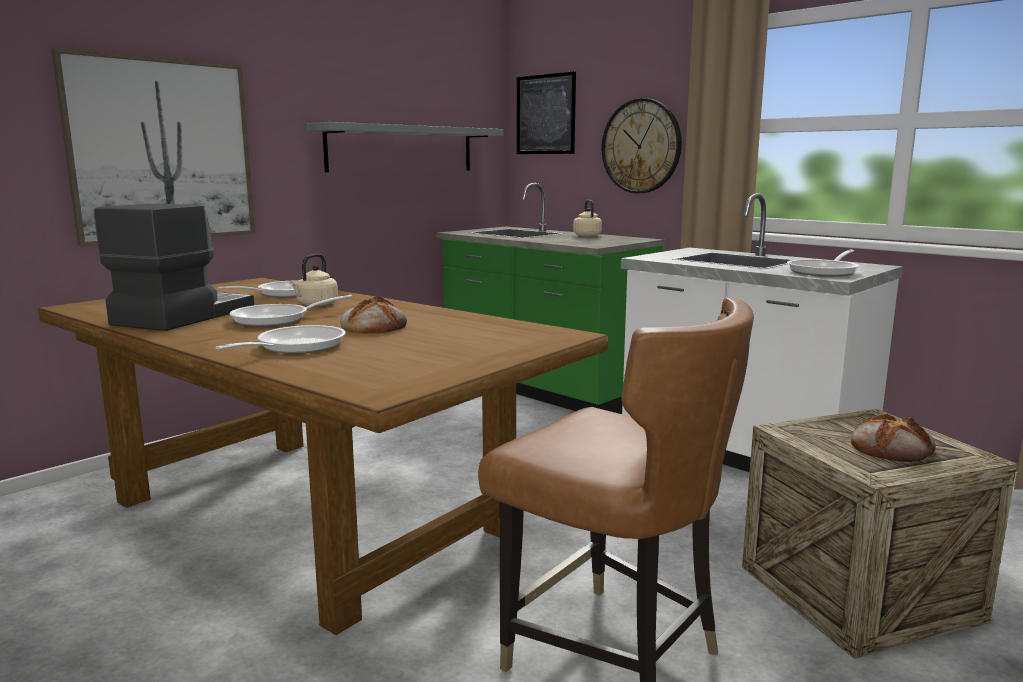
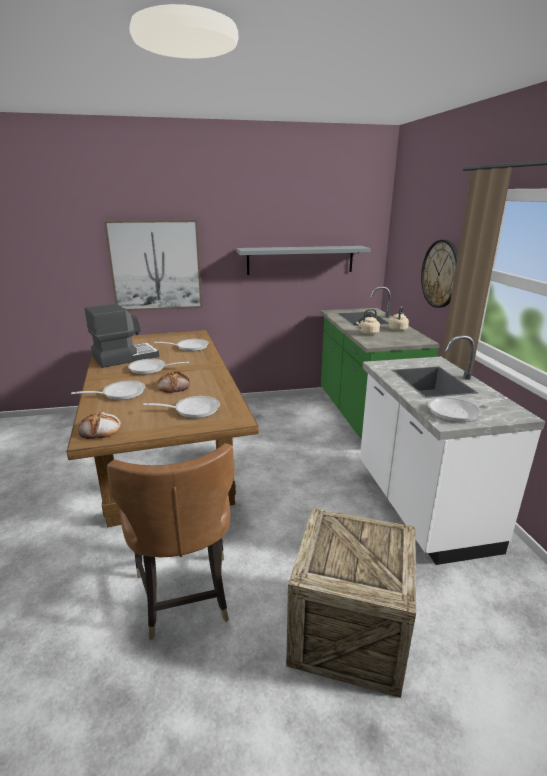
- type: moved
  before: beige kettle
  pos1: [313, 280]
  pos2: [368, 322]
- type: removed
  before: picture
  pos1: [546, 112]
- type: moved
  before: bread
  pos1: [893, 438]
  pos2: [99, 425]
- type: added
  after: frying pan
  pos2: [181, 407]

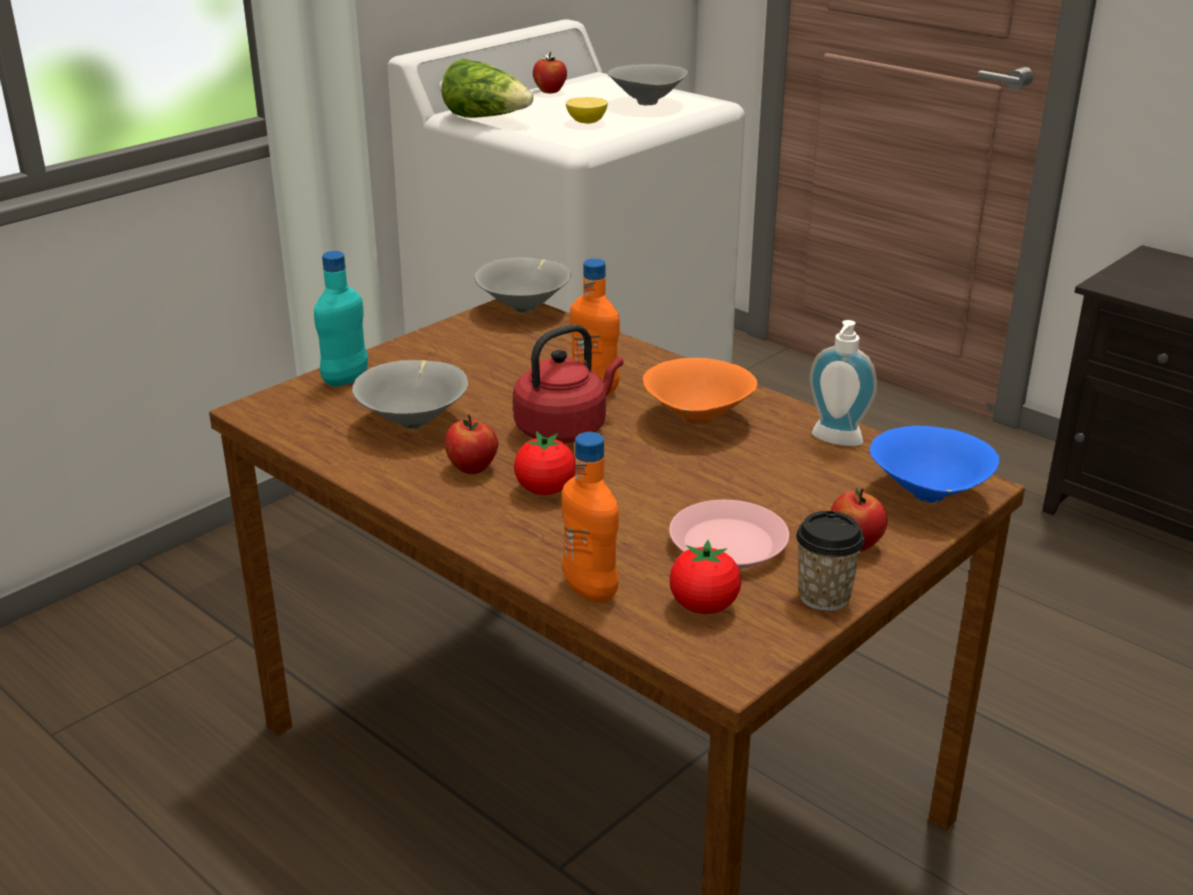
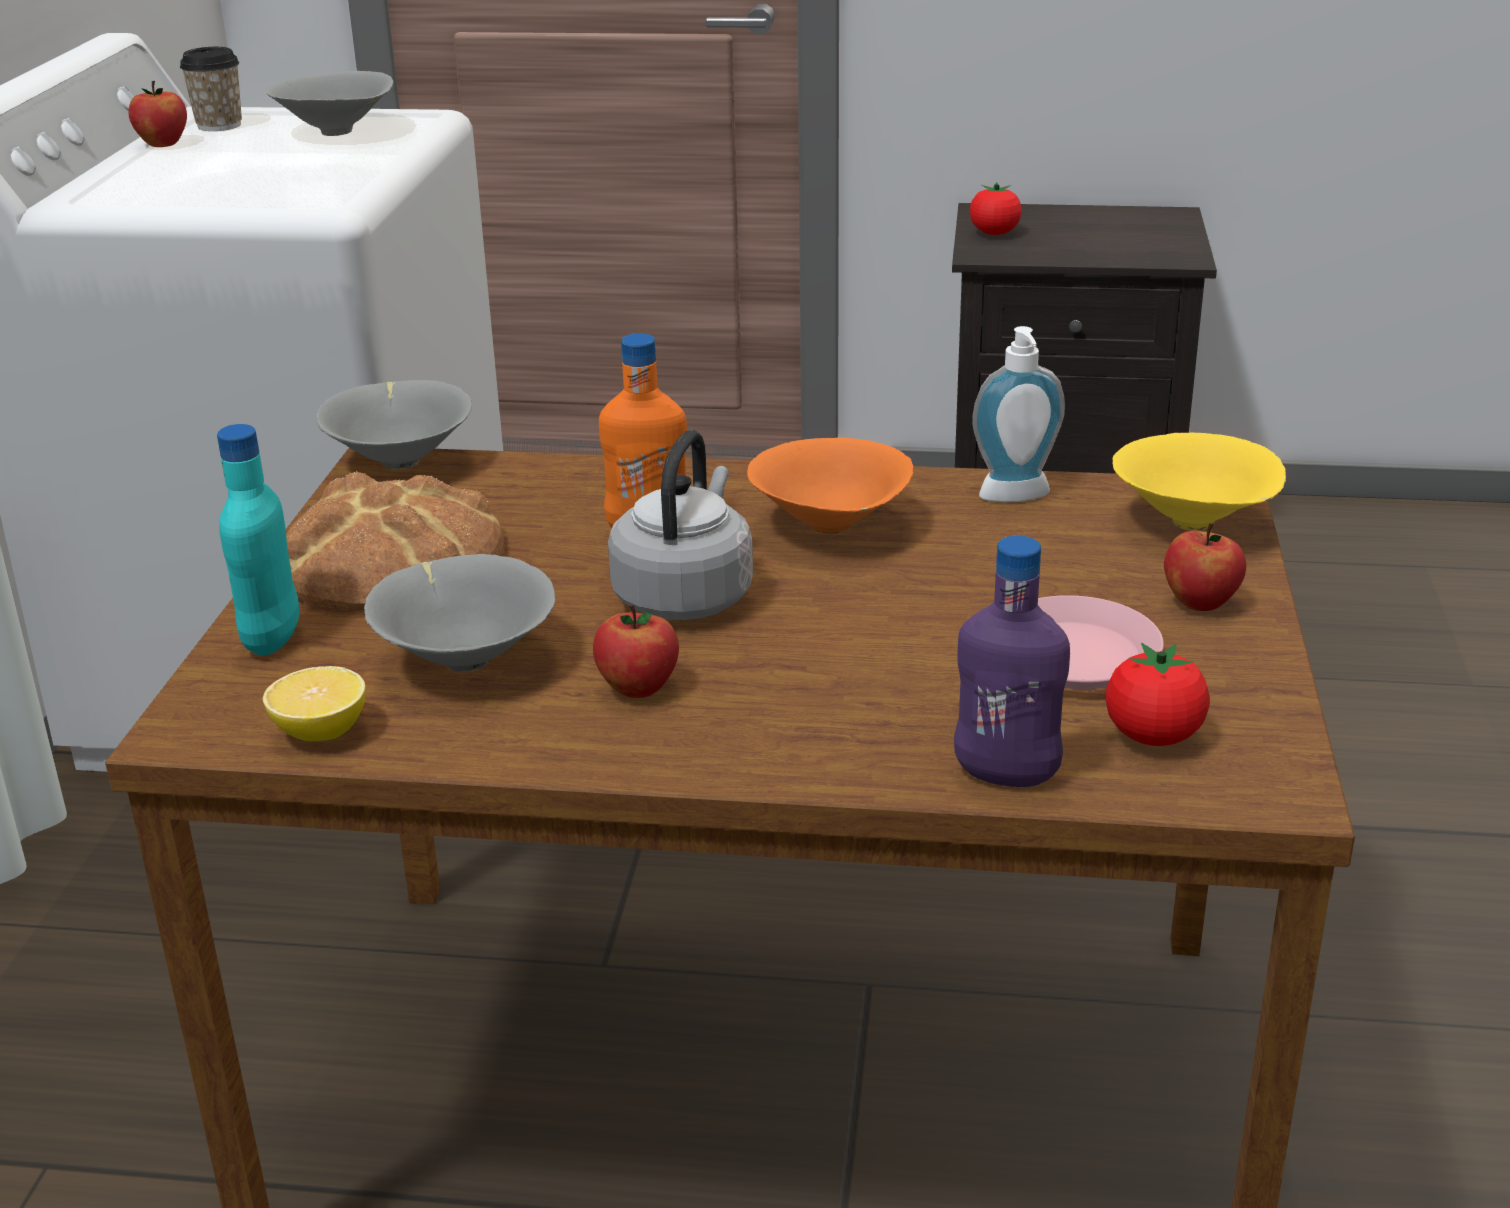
- type: removed
  before: lettuce
  pos1: [487, 88]
- type: recoloured
  before: red kettle
  after: grey kettle
  pos1: [568, 383]
  pos2: [680, 525]
- type: moved
  before: tomato
  pos1: [544, 463]
  pos2: [996, 208]
- type: recoloured
  before: orange bottle
  after: purple bottle
  pos1: [590, 517]
  pos2: [1012, 661]
- type: moved
  before: lemon
  pos1: [587, 110]
  pos2: [314, 703]
- type: moved
  before: cup
  pos1: [830, 561]
  pos2: [211, 89]
- type: recoloured
  before: blue bowl
  after: yellow bowl
  pos1: [934, 464]
  pos2: [1199, 482]
- type: added
  after: bread
  pos2: [395, 540]

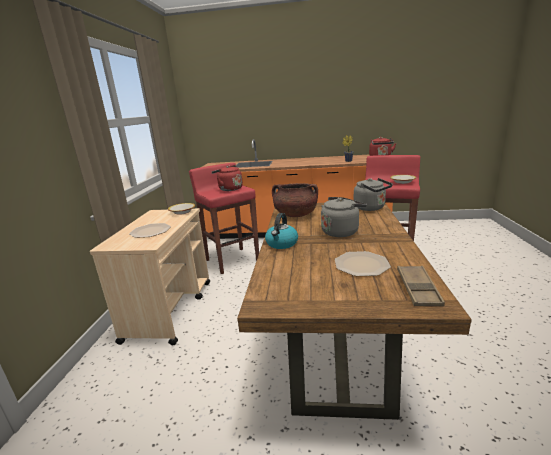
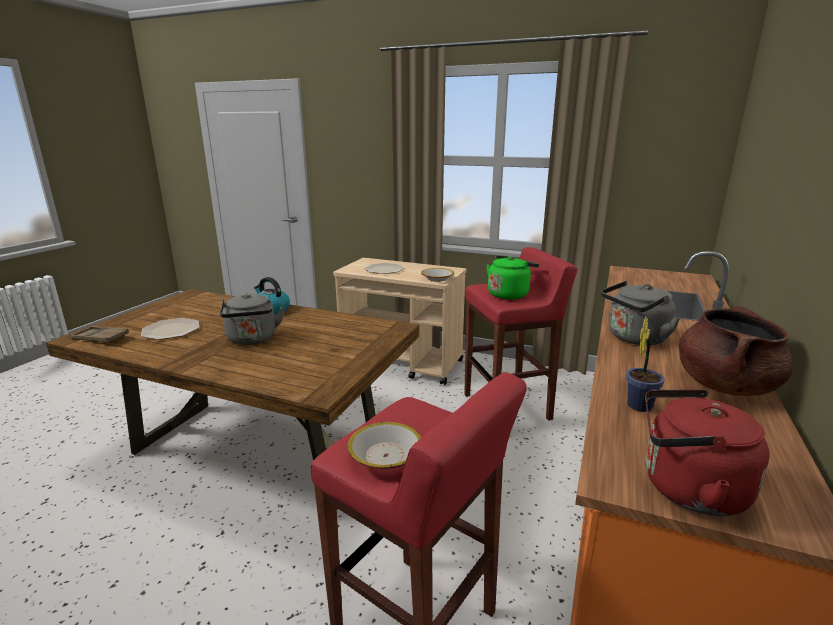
- type: recoloured
  before: red kettle
  after: green kettle
  pos1: [227, 178]
  pos2: [513, 277]
- type: moved
  before: brown cooking pot
  pos1: [295, 200]
  pos2: [736, 351]
- type: moved
  before: grey kettle
  pos1: [373, 194]
  pos2: [640, 313]

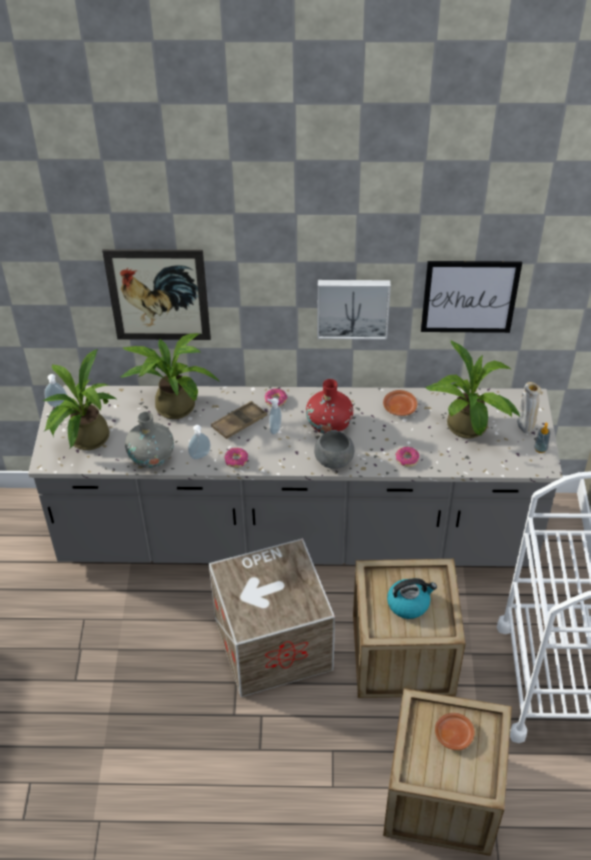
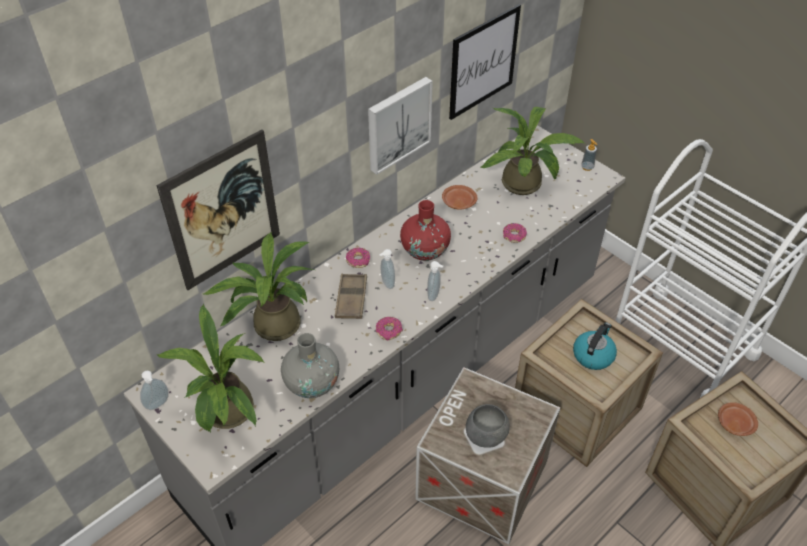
- type: moved
  before: soap dispenser
  pos1: [199, 442]
  pos2: [435, 281]
- type: moved
  before: grey bowl
  pos1: [334, 450]
  pos2: [488, 426]
- type: removed
  before: beige vase
  pos1: [529, 408]

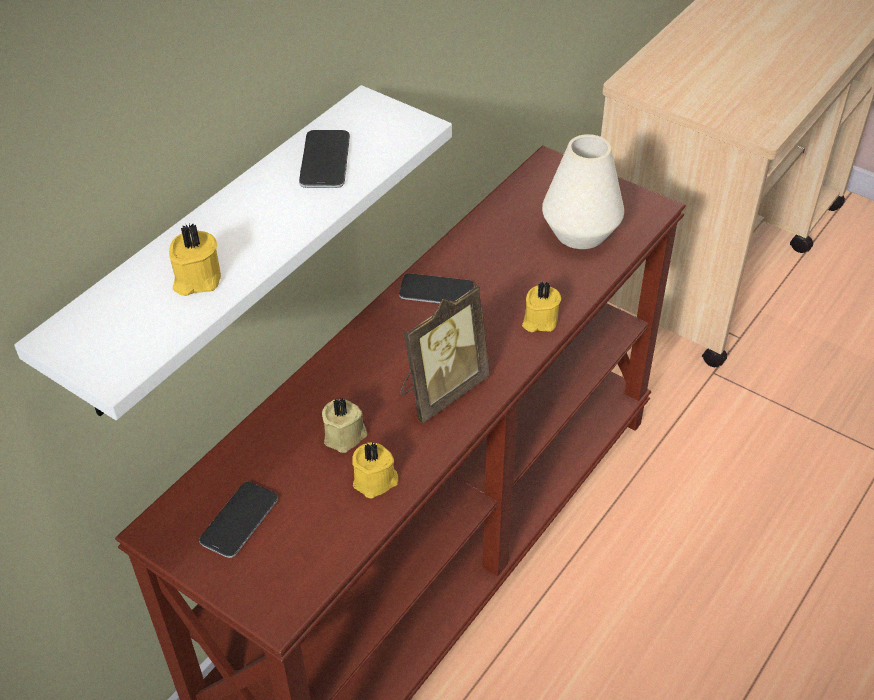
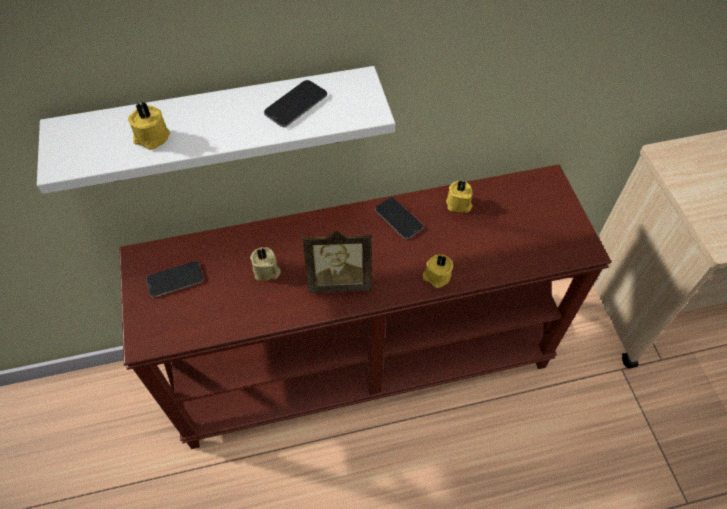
- type: moved
  before: yellow candle
  pos1: [375, 470]
  pos2: [459, 196]
- type: removed
  before: white vase
  pos1: [583, 191]

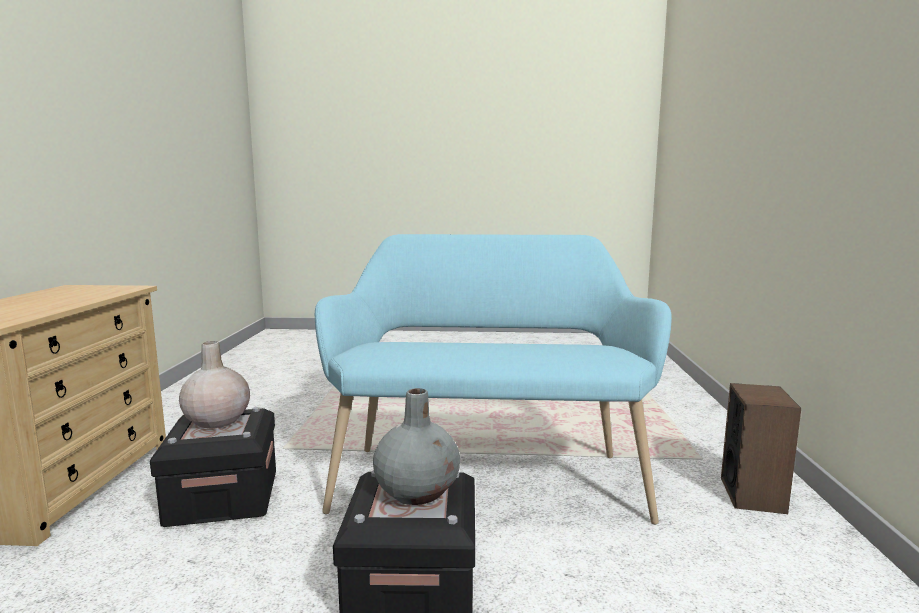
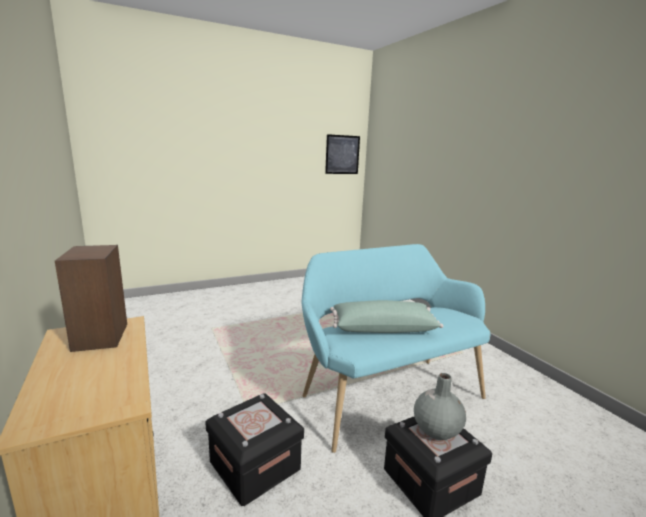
- type: removed
  before: beige vase
  pos1: [214, 385]
- type: moved
  before: speaker
  pos1: [761, 448]
  pos2: [91, 298]
- type: added
  after: picture
  pos2: [342, 154]
- type: added
  after: green pillow
  pos2: [386, 316]

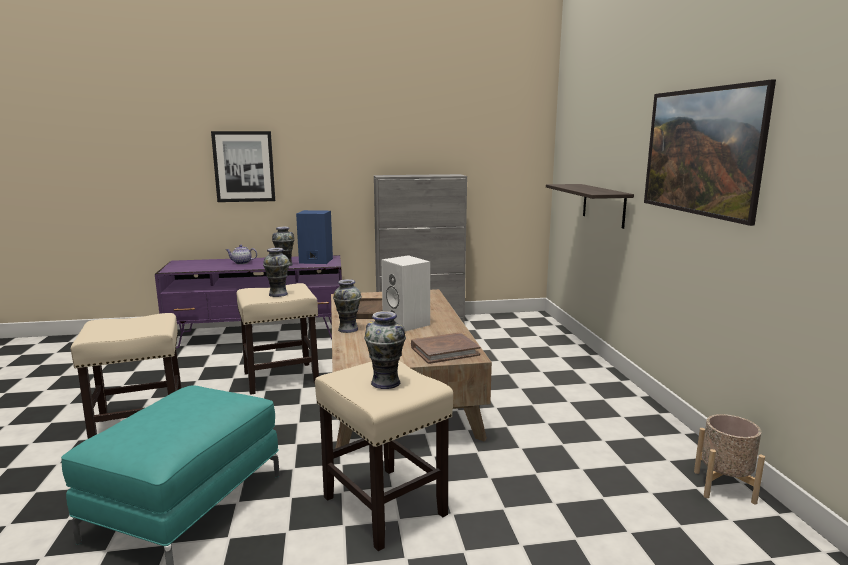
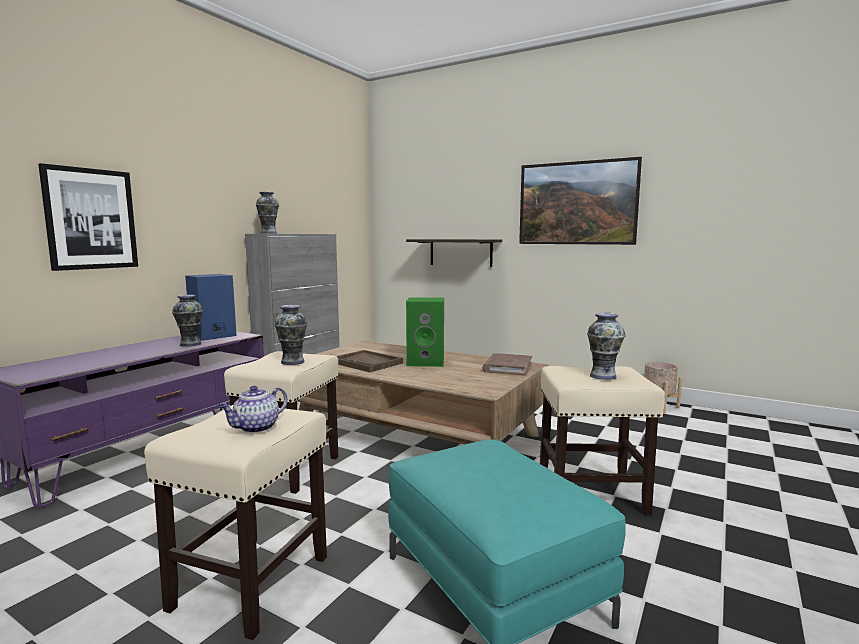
- type: moved
  before: teapot
  pos1: [241, 254]
  pos2: [253, 409]
- type: moved
  before: vase
  pos1: [347, 306]
  pos2: [267, 213]
- type: recoloured
  before: white speaker
  after: green speaker
  pos1: [405, 293]
  pos2: [425, 332]

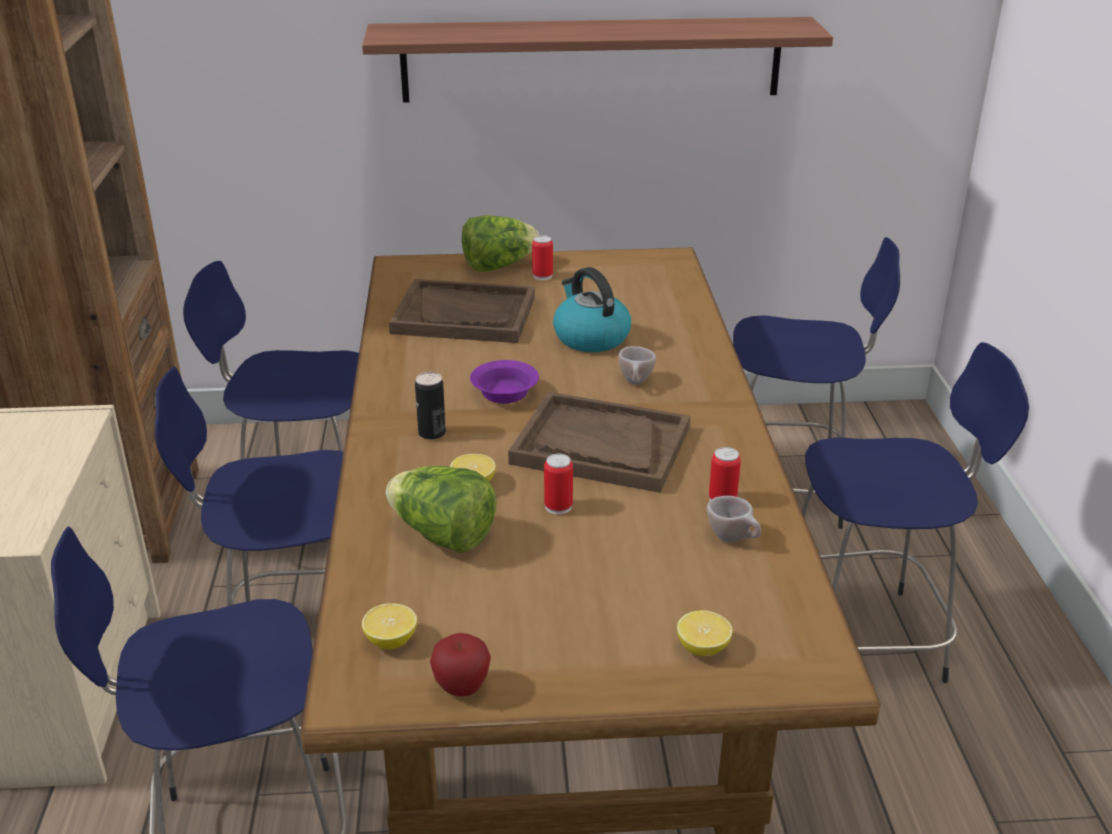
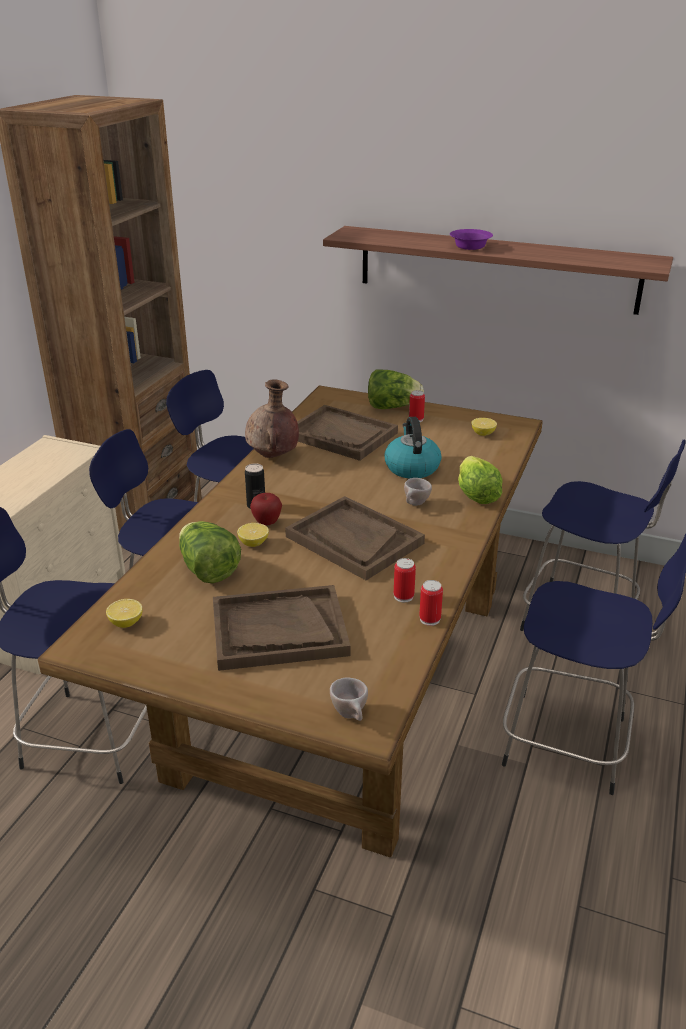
- type: moved
  before: apple
  pos1: [460, 664]
  pos2: [266, 509]
- type: moved
  before: purple bowl
  pos1: [504, 382]
  pos2: [471, 239]
- type: moved
  before: can
  pos1: [558, 484]
  pos2: [431, 603]
- type: moved
  before: lemon
  pos1: [705, 633]
  pos2: [484, 427]
- type: moved
  before: beige cup
  pos1: [733, 519]
  pos2: [349, 699]
- type: added
  after: brown tray
  pos2: [282, 628]
- type: added
  after: brown vase
  pos2: [272, 418]
- type: added
  after: lettuce
  pos2: [480, 480]

